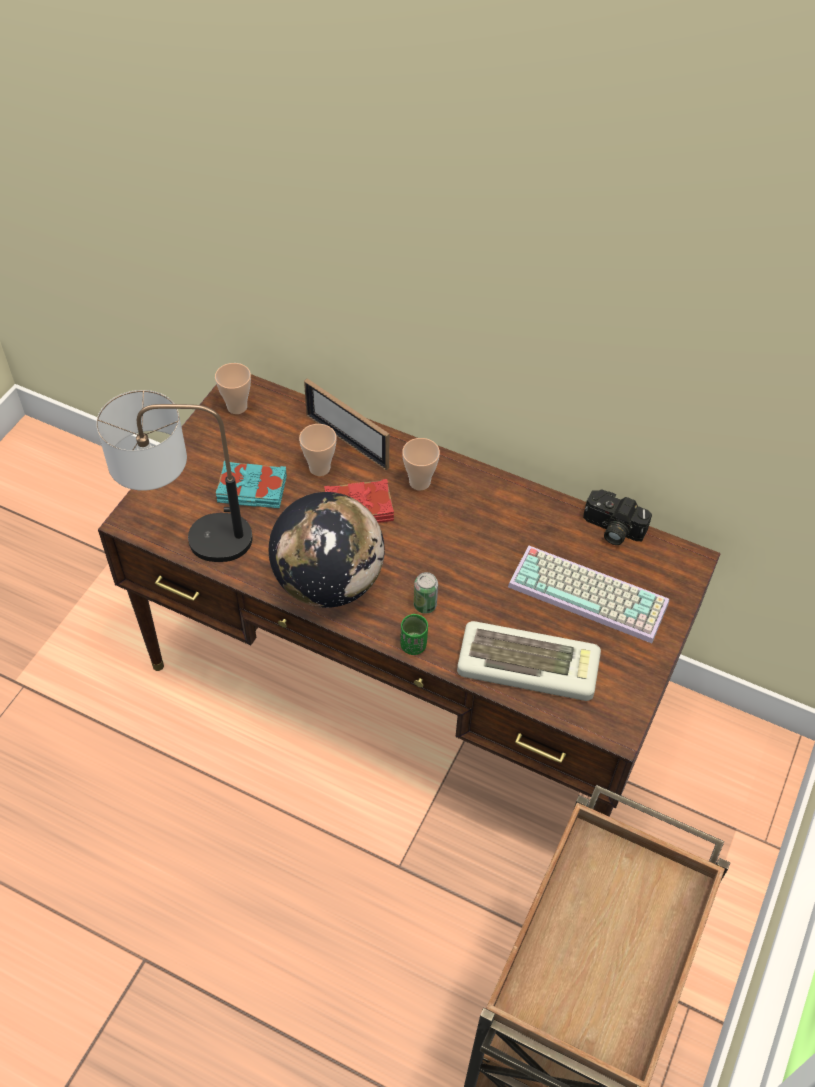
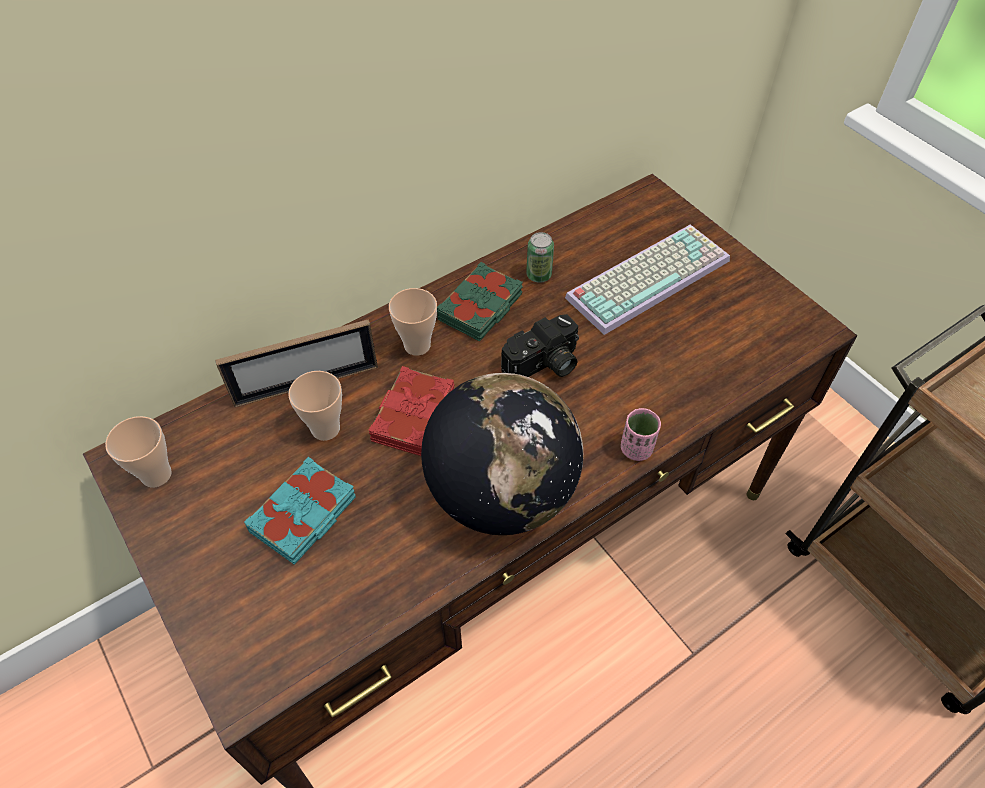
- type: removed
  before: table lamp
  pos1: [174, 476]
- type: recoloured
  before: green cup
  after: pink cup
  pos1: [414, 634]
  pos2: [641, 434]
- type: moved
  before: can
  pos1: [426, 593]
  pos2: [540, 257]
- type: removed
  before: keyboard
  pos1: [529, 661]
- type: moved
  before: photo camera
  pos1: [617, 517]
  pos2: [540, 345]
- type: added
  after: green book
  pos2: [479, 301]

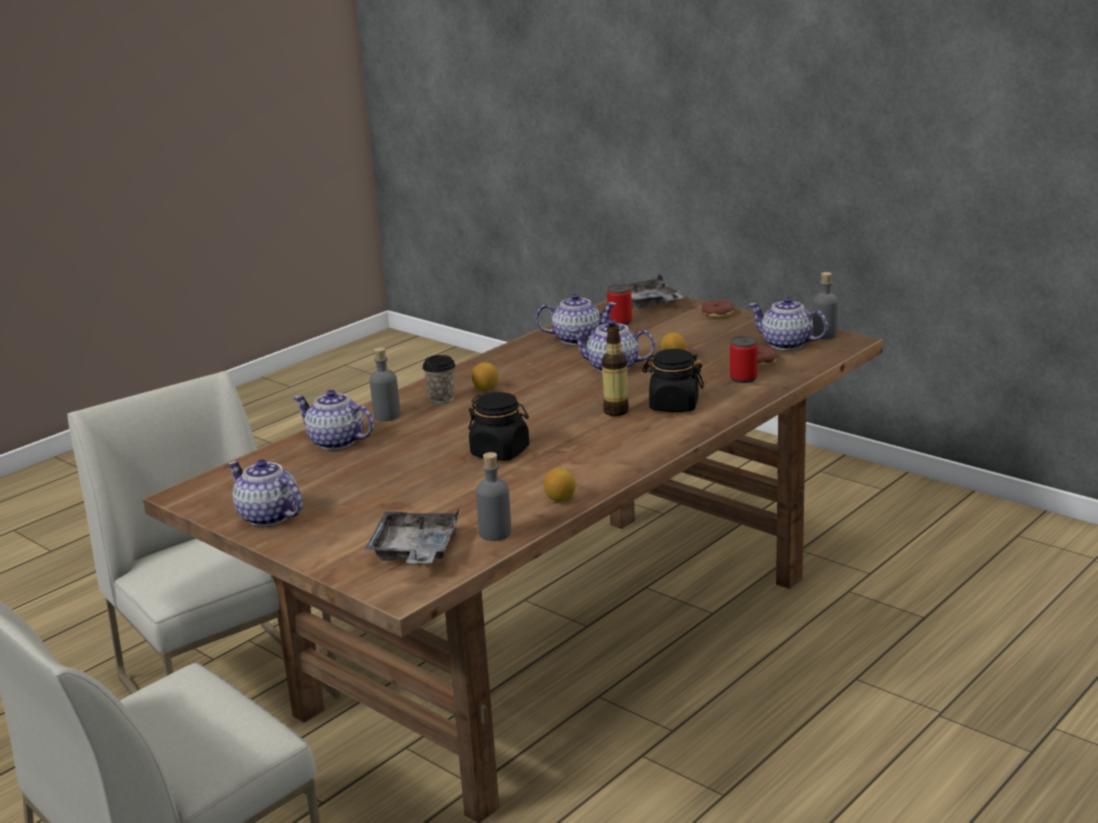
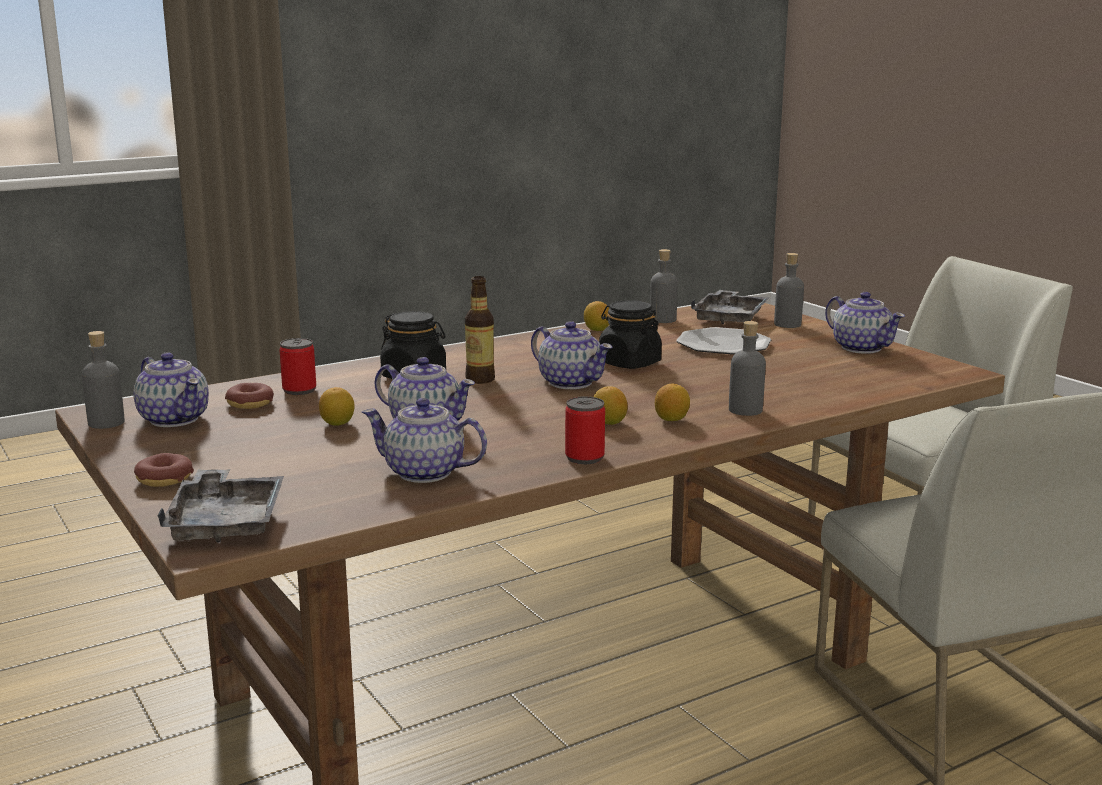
- type: moved
  before: teapot
  pos1: [334, 420]
  pos2: [571, 355]
- type: replaced
  before: cup
  after: lemon
  pos1: [438, 379]
  pos2: [672, 402]
- type: moved
  before: can
  pos1: [619, 305]
  pos2: [585, 430]
- type: added
  after: plate
  pos2: [723, 340]
- type: added
  after: grey bottle
  pos2: [789, 290]

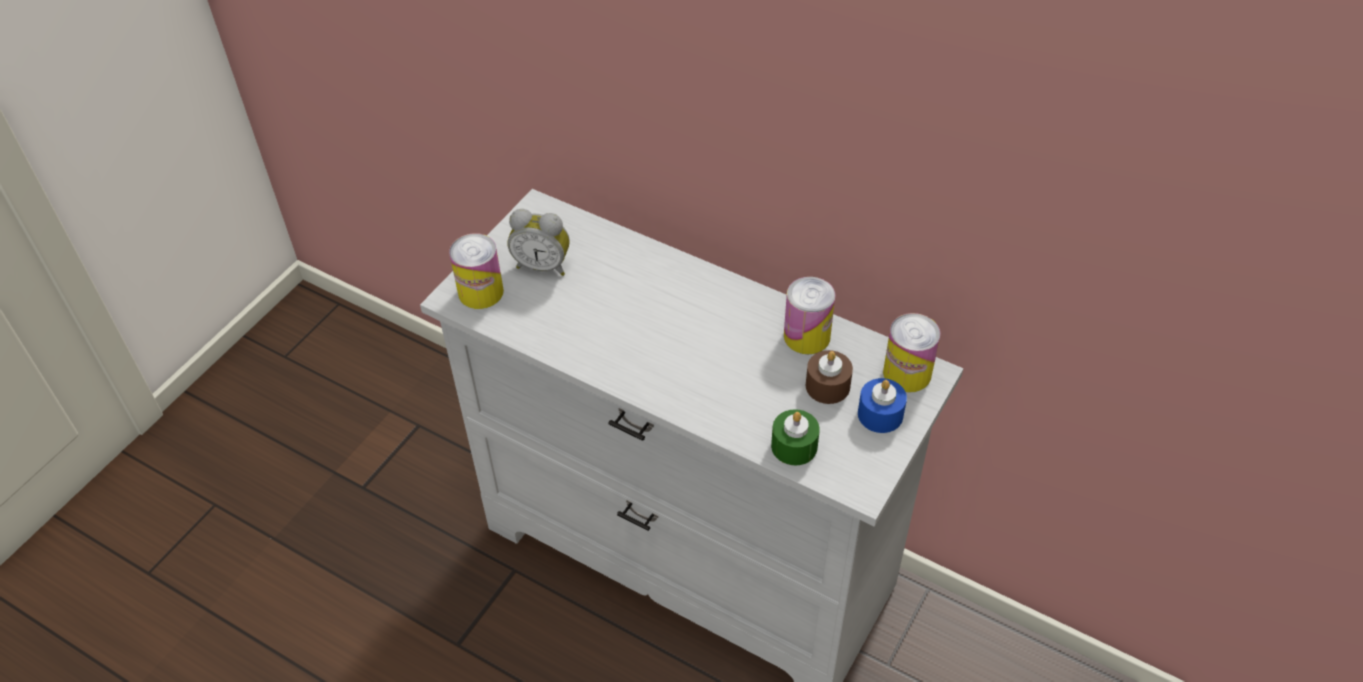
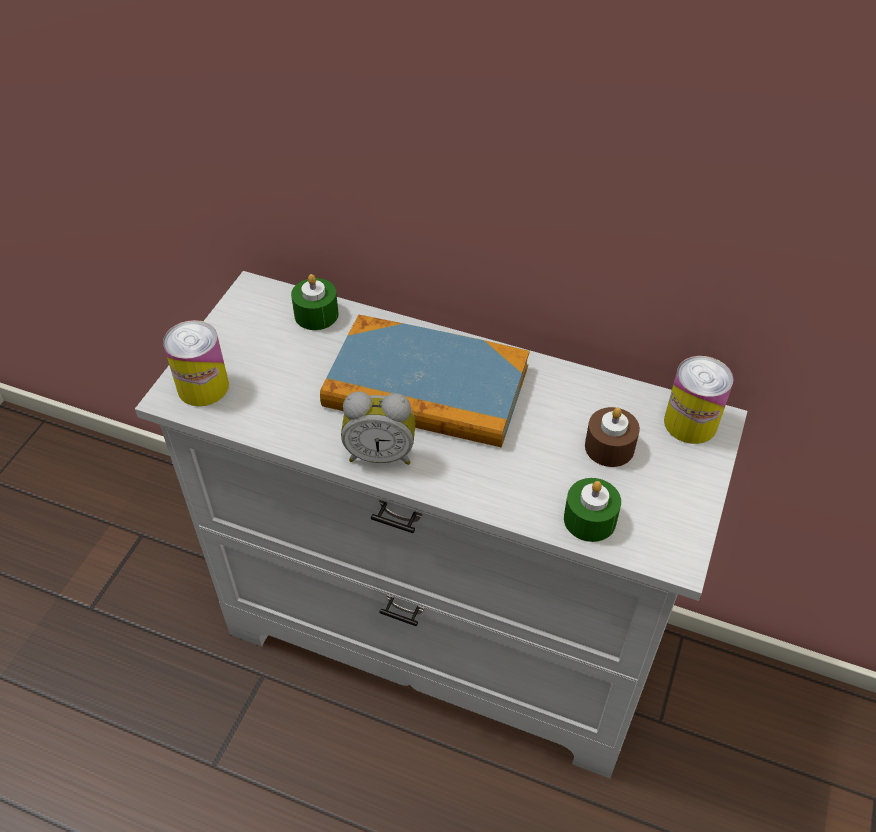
- type: moved
  before: alarm clock
  pos1: [539, 242]
  pos2: [378, 428]
- type: removed
  before: can
  pos1: [809, 315]
- type: removed
  before: blue candle
  pos1: [882, 405]
- type: added
  after: green candle
  pos2: [315, 302]
- type: added
  after: book
  pos2: [425, 381]

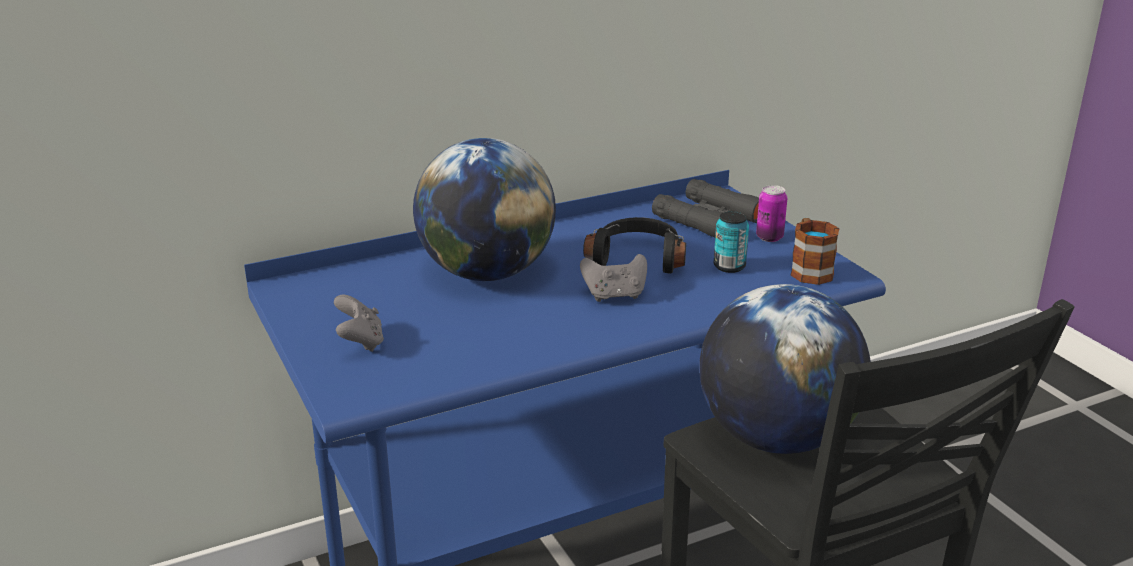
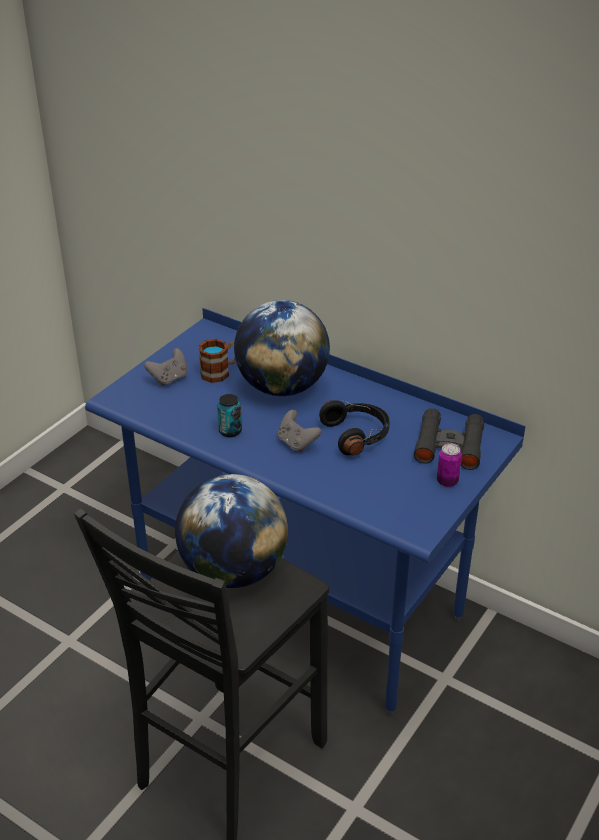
- type: moved
  before: can
  pos1: [731, 242]
  pos2: [229, 415]
- type: moved
  before: mug
  pos1: [815, 251]
  pos2: [217, 361]

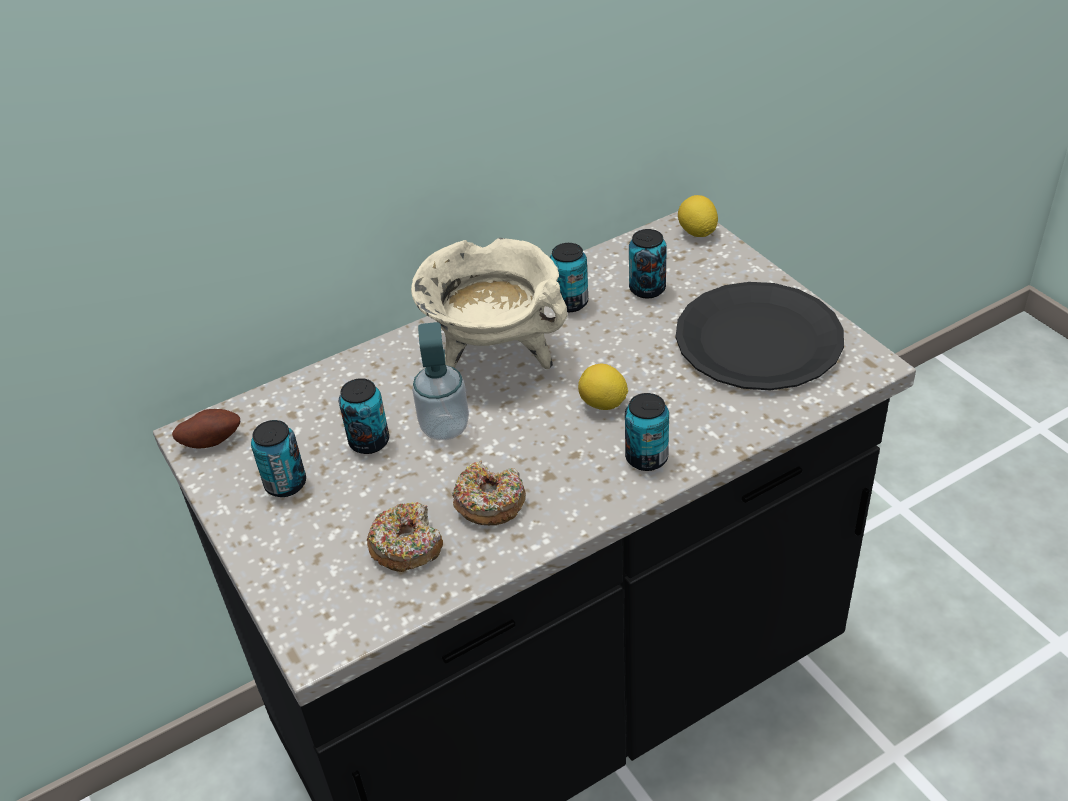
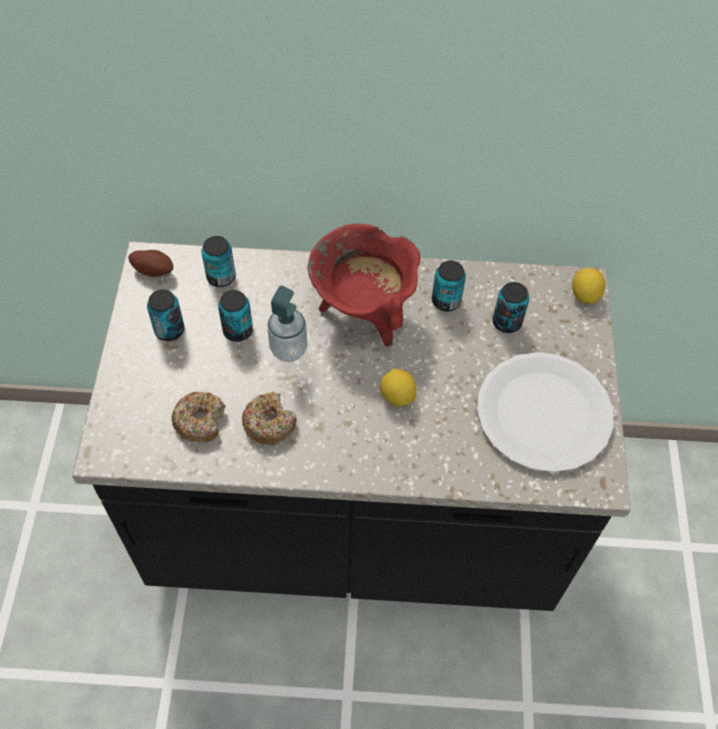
- type: recoloured
  before: beige cooking pot
  after: red cooking pot
  pos1: [489, 303]
  pos2: [363, 285]
- type: moved
  before: can
  pos1: [647, 432]
  pos2: [218, 261]
- type: recoloured
  before: black plate
  after: white plate
  pos1: [760, 336]
  pos2: [545, 412]

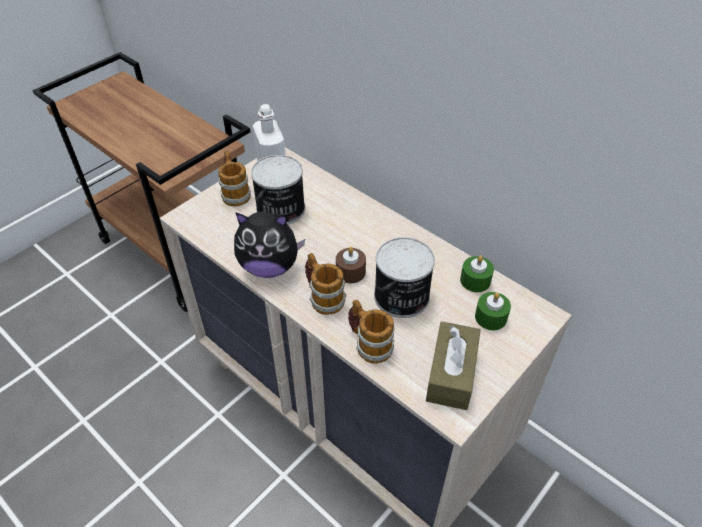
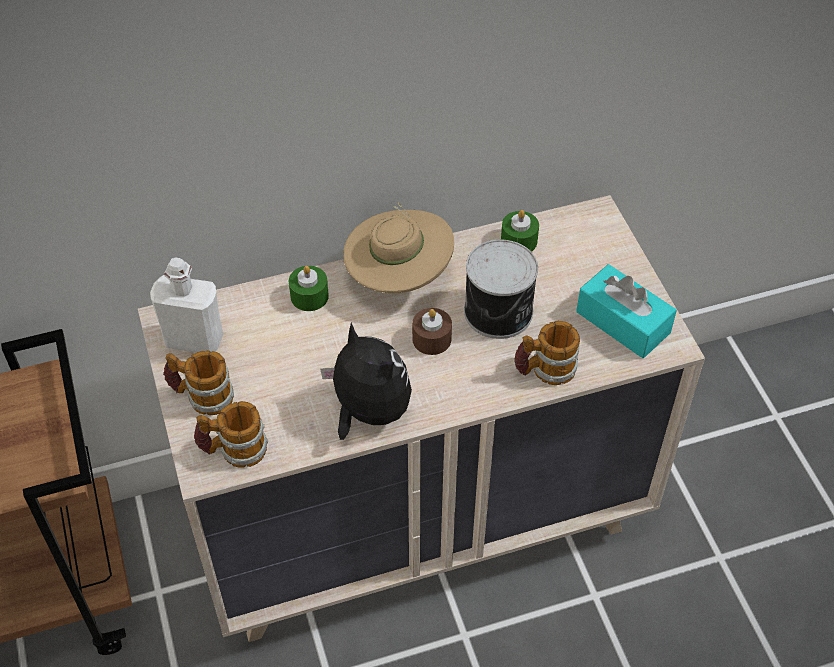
- type: turned
  before: plush toy
  pos1: [269, 245]
  pos2: [366, 381]
  turn: -75
- type: removed
  before: can
  pos1: [278, 189]
- type: moved
  before: mug
  pos1: [325, 284]
  pos2: [231, 434]
- type: recoloured
  before: brown tissue box
  after: turquoise tissue box
  pos1: [453, 365]
  pos2: [626, 311]
- type: moved
  before: green candle
  pos1: [493, 311]
  pos2: [309, 288]
- type: added
  after: beige hat
  pos2: [398, 247]

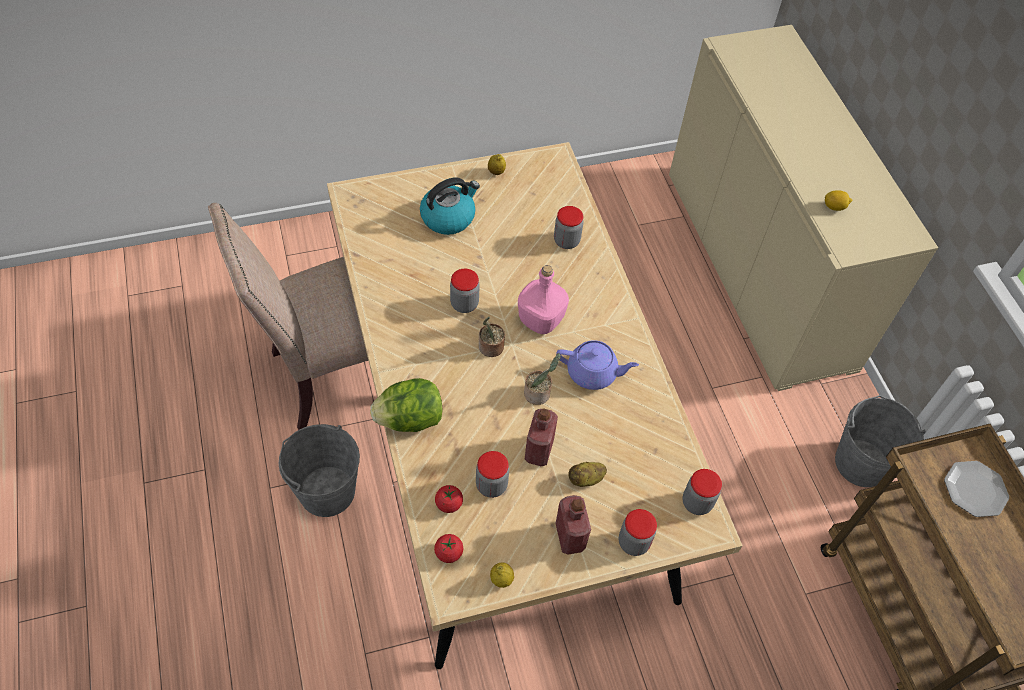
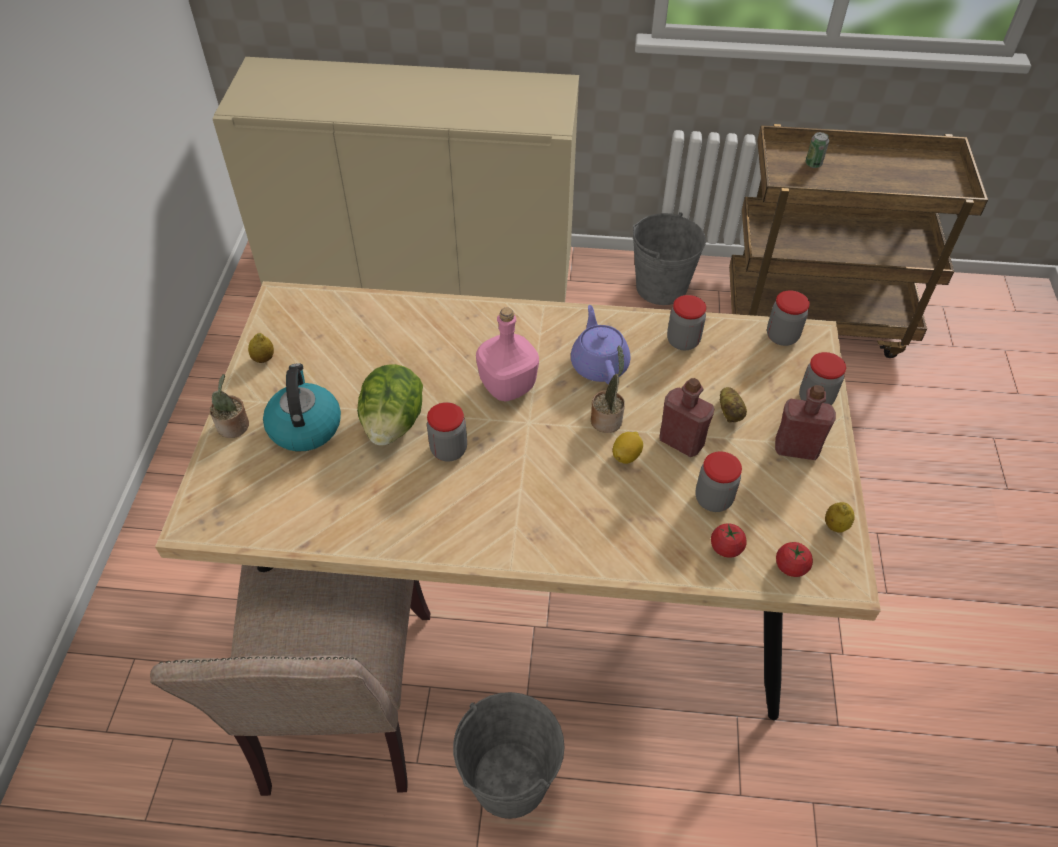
- type: moved
  before: lettuce
  pos1: [406, 405]
  pos2: [390, 405]
- type: moved
  before: potted plant
  pos1: [492, 337]
  pos2: [229, 406]
- type: moved
  before: jar
  pos1: [568, 227]
  pos2: [686, 322]
- type: turned
  before: purple teapot
  pos1: [597, 365]
  pos2: [600, 344]
  turn: -45
- type: moved
  before: lemon
  pos1: [838, 200]
  pos2: [628, 448]
- type: replaced
  before: plate
  after: can
  pos1: [976, 489]
  pos2: [817, 150]

